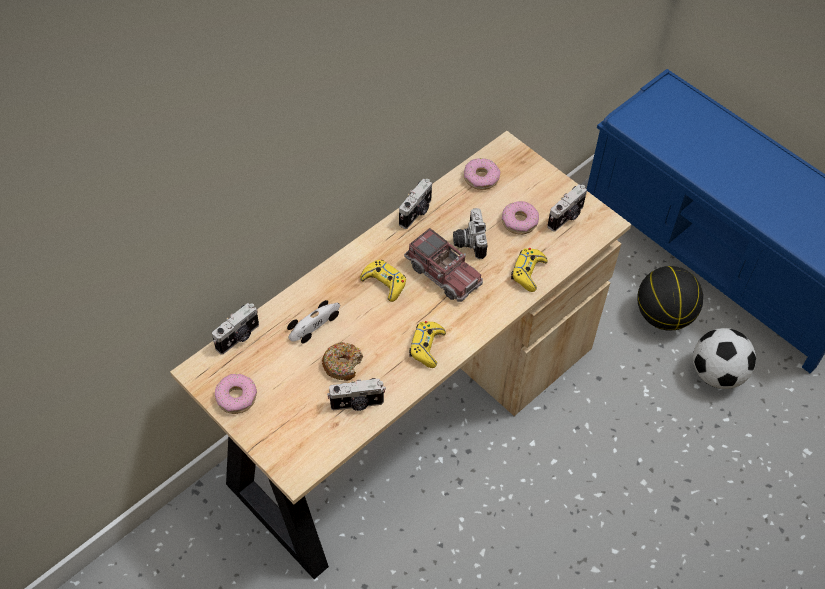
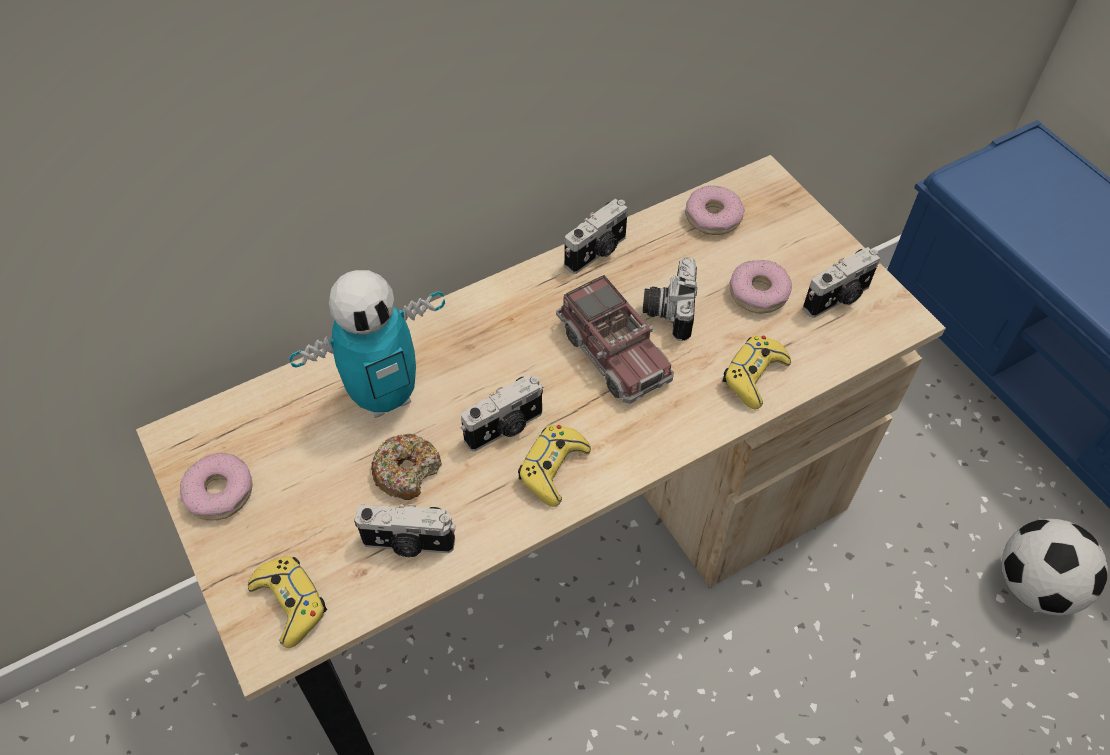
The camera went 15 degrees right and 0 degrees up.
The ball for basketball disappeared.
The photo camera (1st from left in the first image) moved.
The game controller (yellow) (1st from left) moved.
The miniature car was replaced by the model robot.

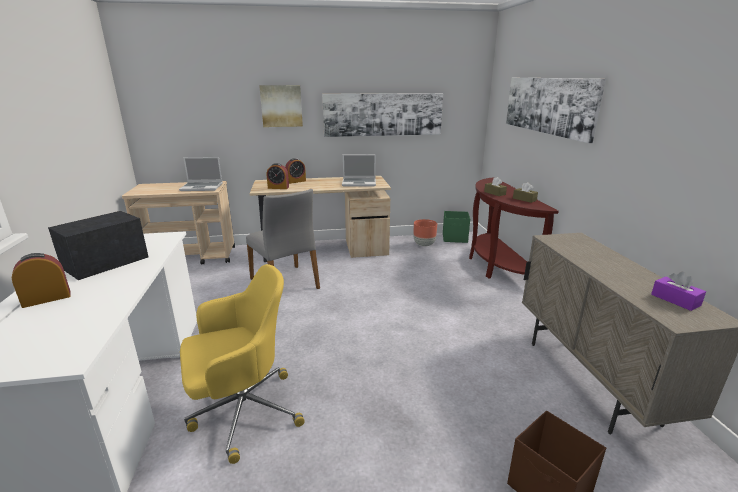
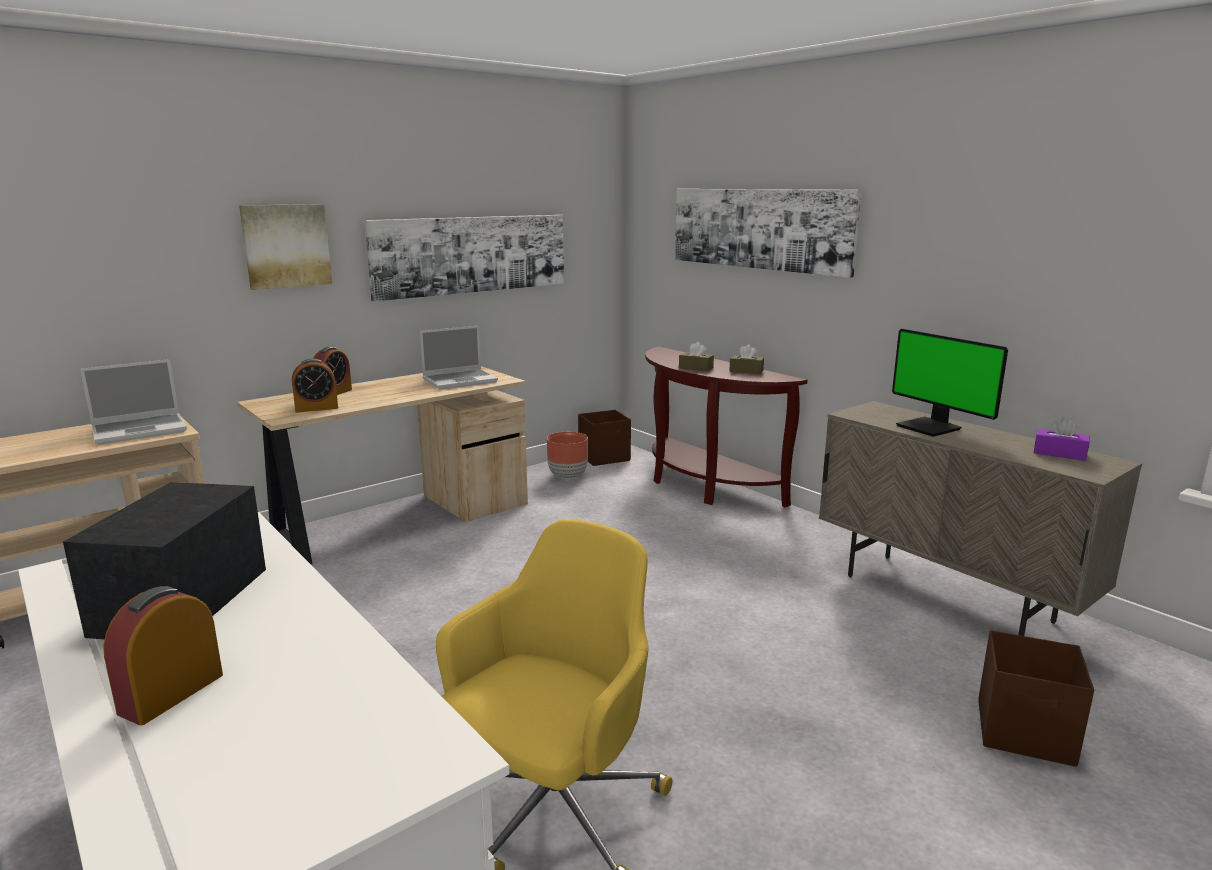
The camera went 30 degrees left and 5 degrees down.
The plain chair (greyish) disappeared.
The monitor appeared.
The storage box (green) became the storage box (brown) (1st from left).

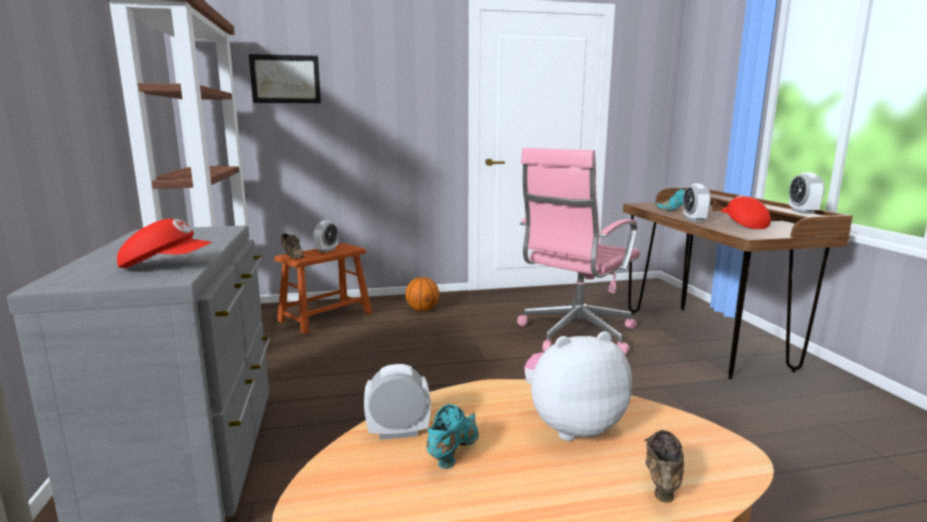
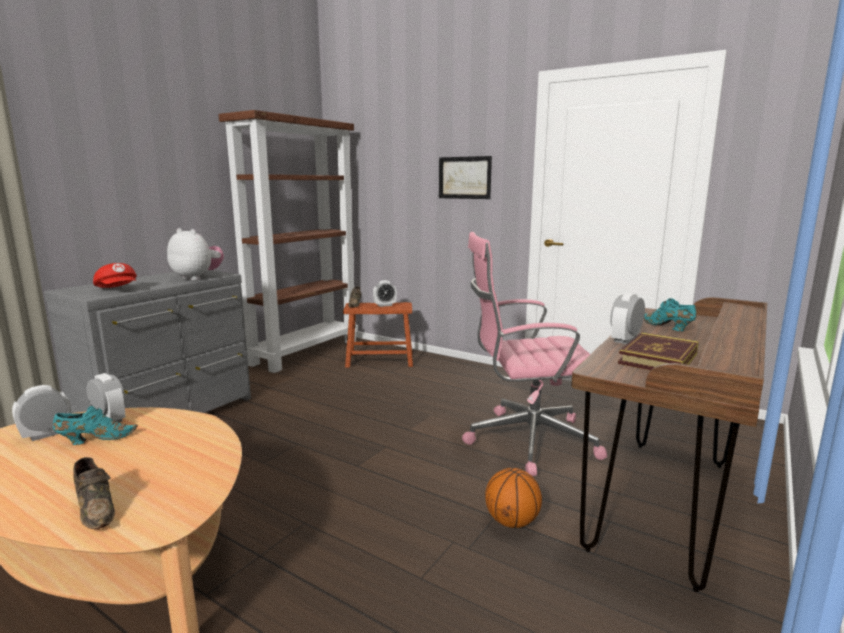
The camera went 45 degrees right and 0 degrees up.
The wall art moved.
The ball for basketball moved.
The cuddly toy moved.
The table clock (4th from left in the first image) moved.
The baseball cap (red) (2nd from left) was replaced by the bound book.
The item of footwear (brown) (2nd from left in the first image) turned 75 degrees clockwise.

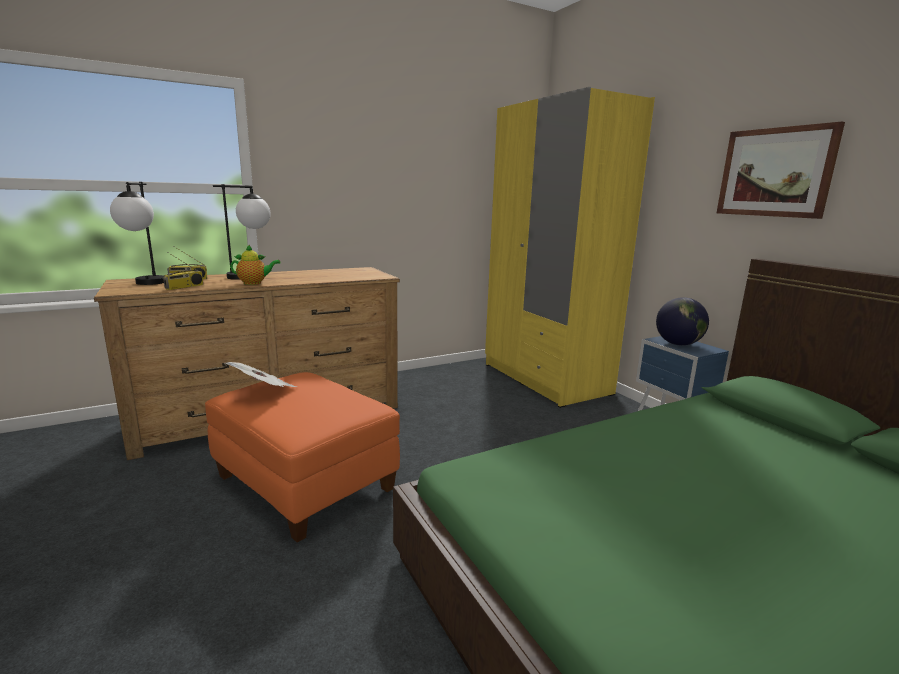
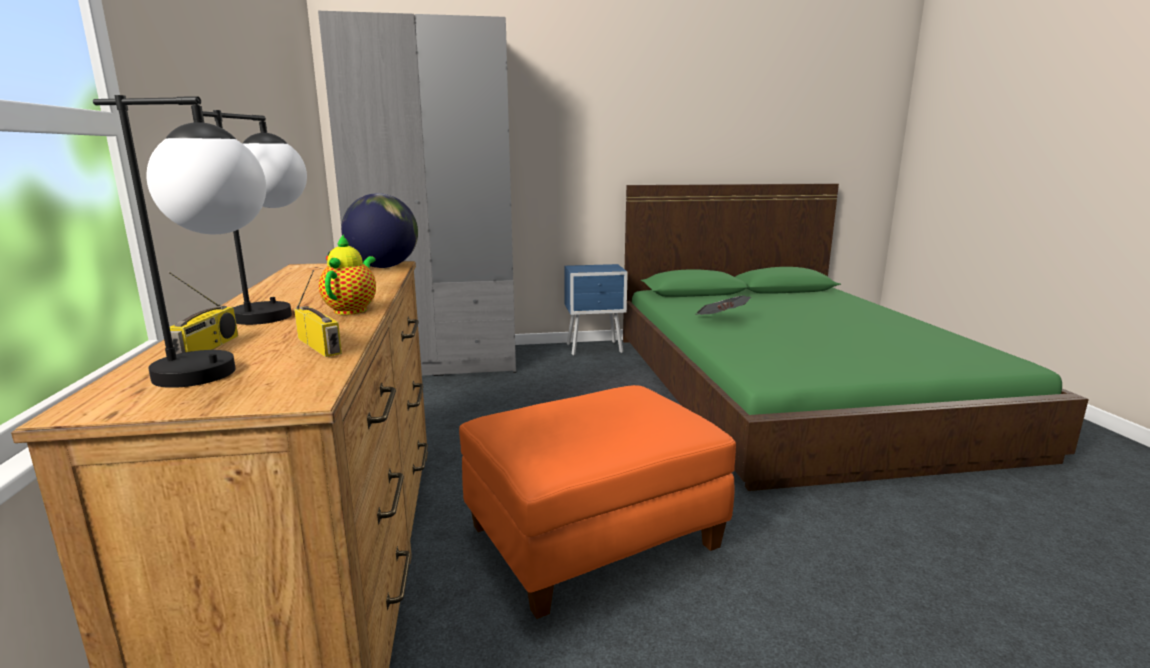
The camera went 70 degrees left and 0 degrees up.
The wall art disappeared.
The printed paper moved.
The world globe moved.
The clothes cupboard (yellow) became the clothes cupboard (greyish).

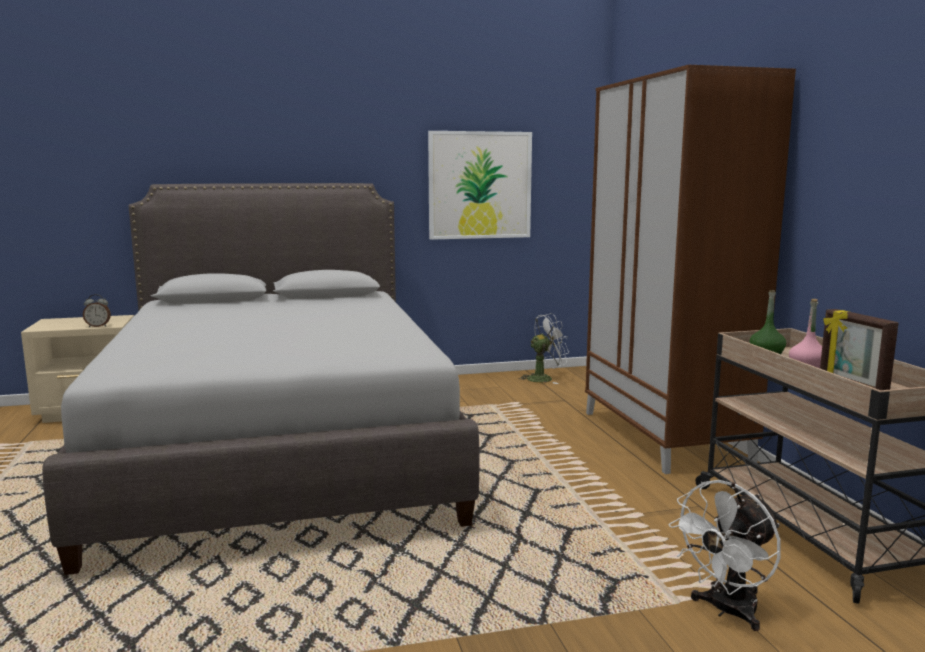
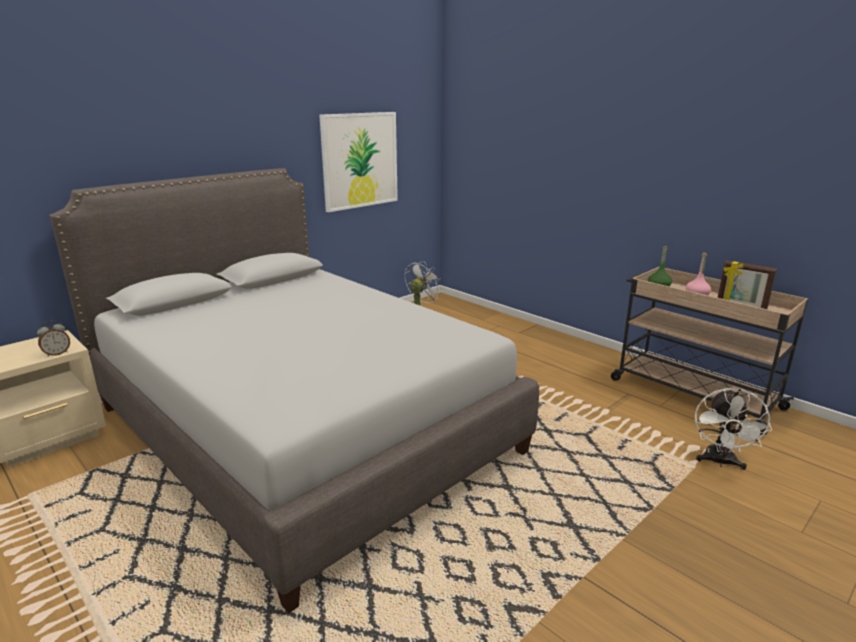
The camera went 30 degrees left and 10 degrees up.
The clothes cupboard (brown) disappeared.

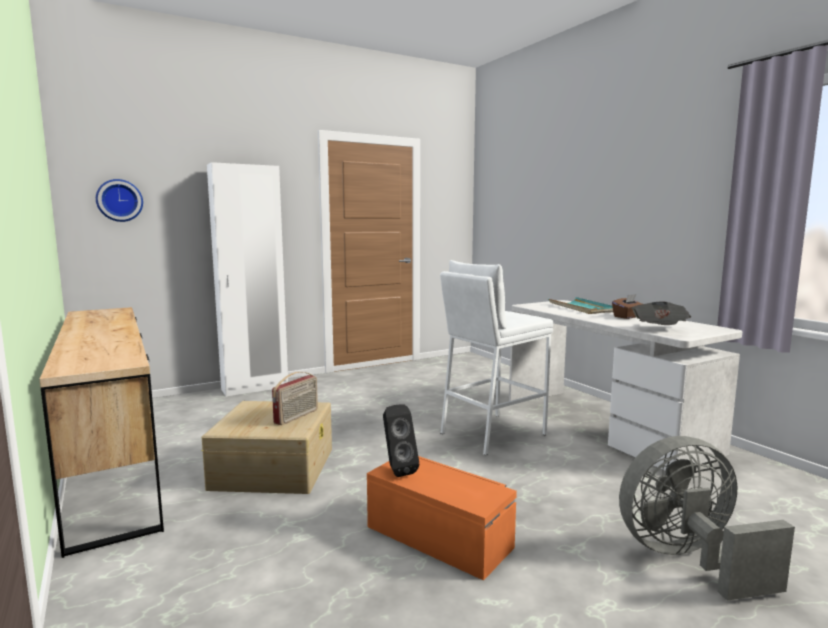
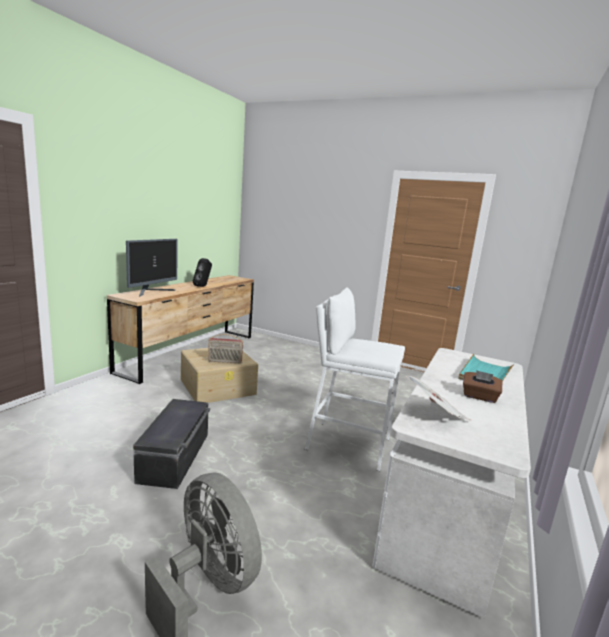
The camera went 55 degrees right and 5 degrees up.
The wall clock disappeared.
The clothes cupboard (white) disappeared.
The monitor appeared.
The loudspeaker (black) moved.
The storage box (orange) became the storage box (black).

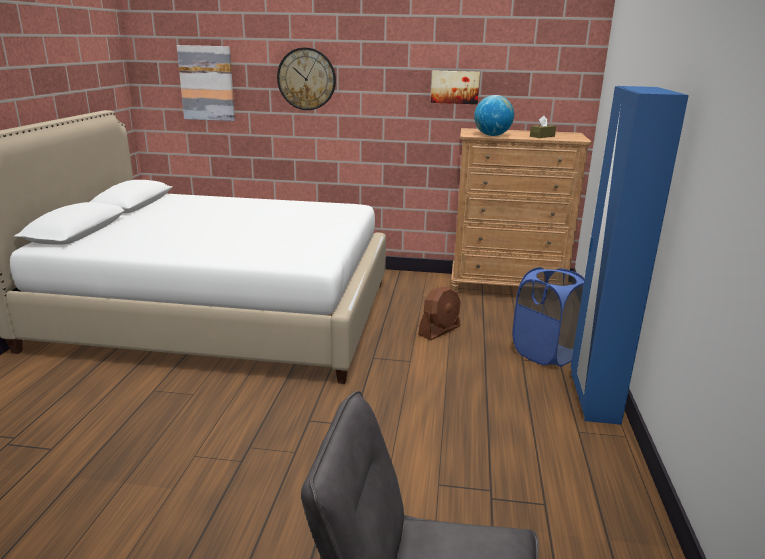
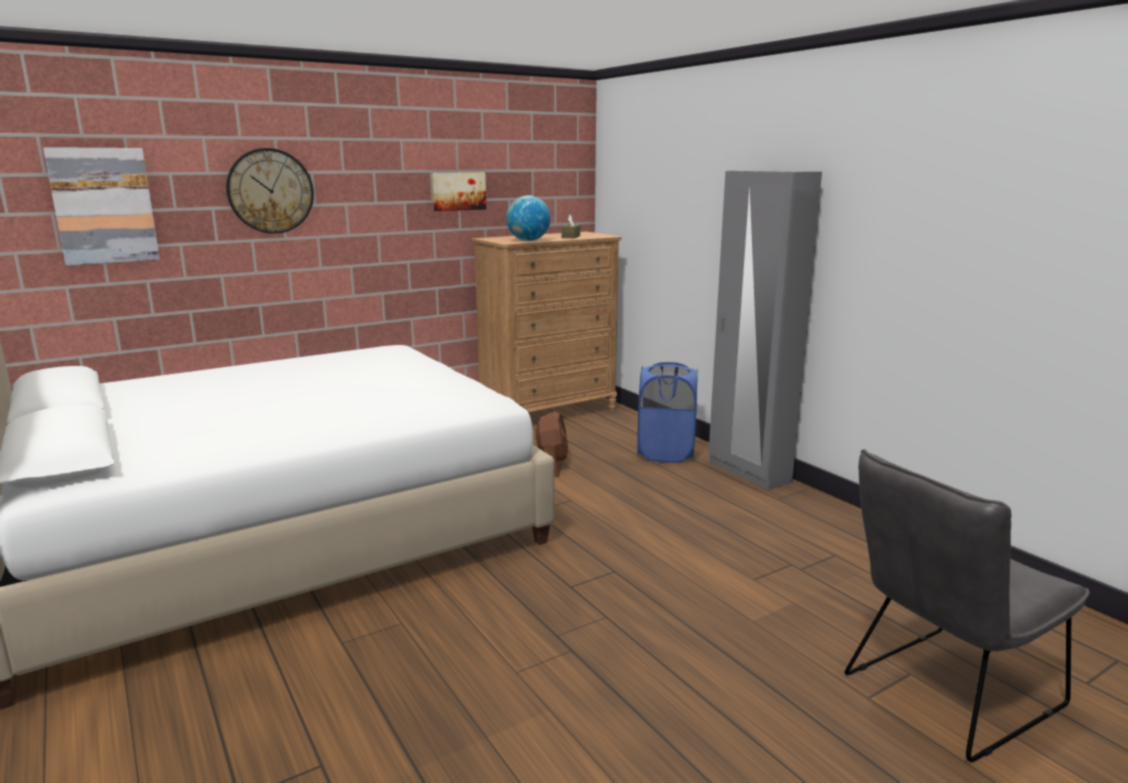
The camera went 40 degrees left and 5 degrees down.
The clothes cupboard (bluish) became the clothes cupboard (greyish).

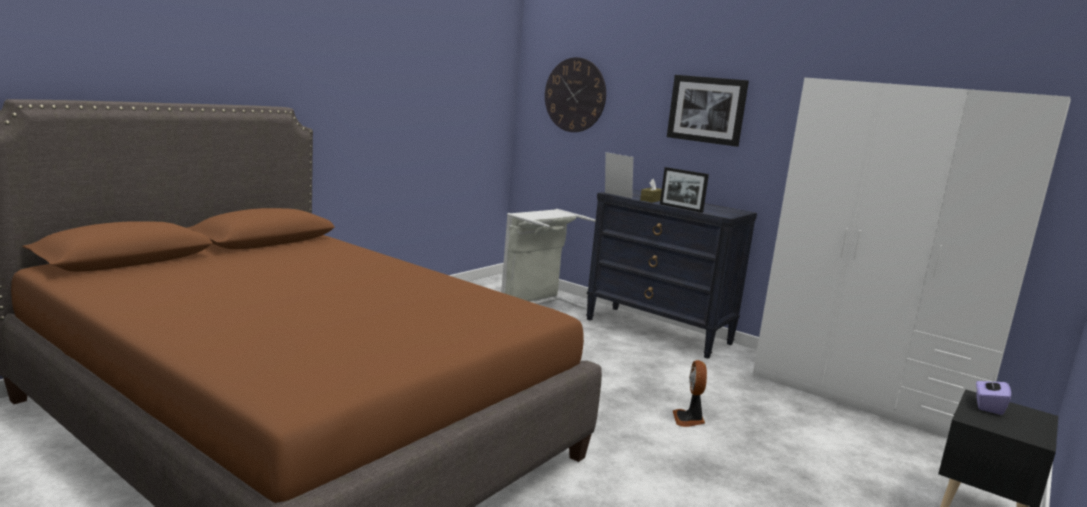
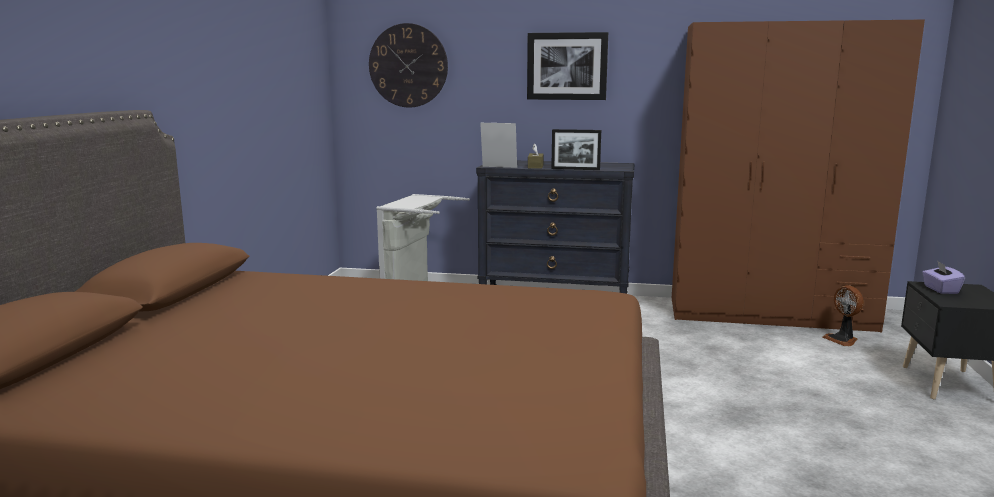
The camera went 25 degrees left and 0 degrees up.
The electric fan moved.
The clothes cupboard (white) became the clothes cupboard (brown).

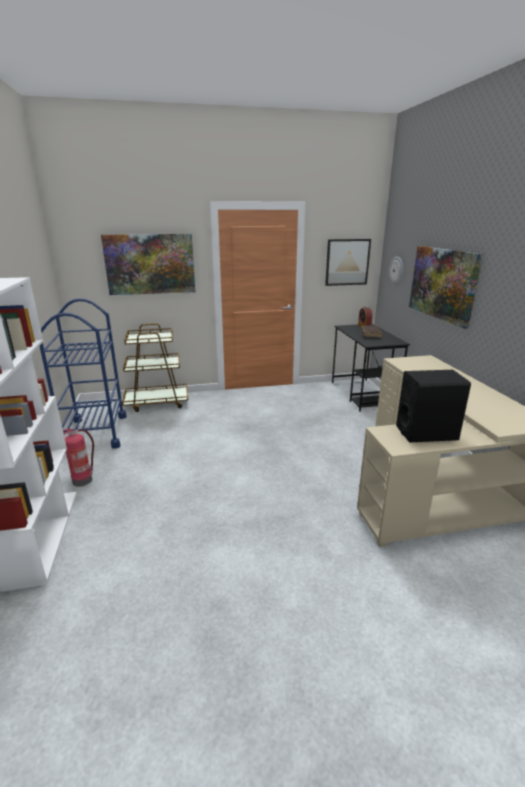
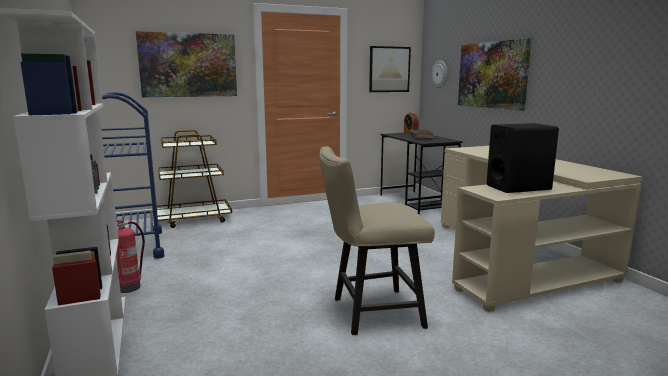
The camera went 10 degrees left and 10 degrees down.
The plain chair (beige-coloured) appeared.

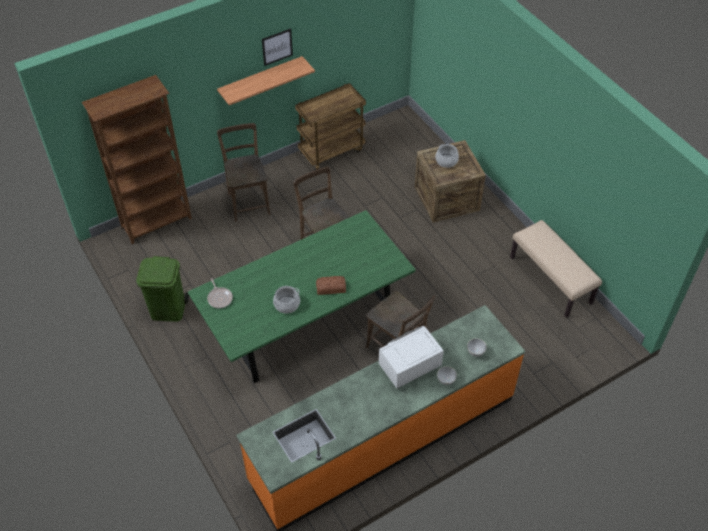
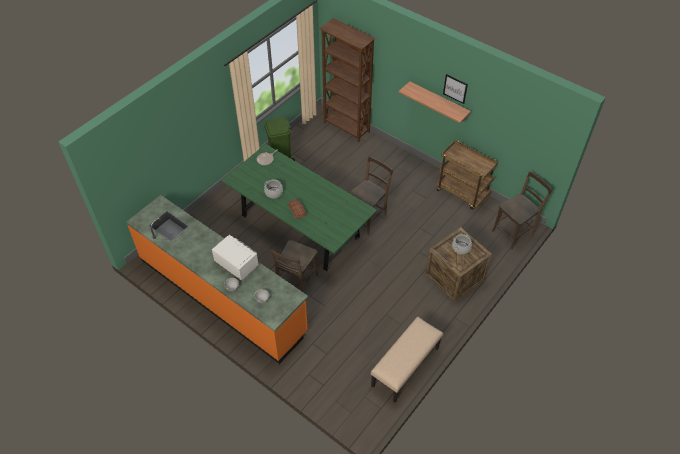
The camera went 70 degrees right and 0 degrees up.
The plain chair (brown) (1st from left in the first image) moved.

